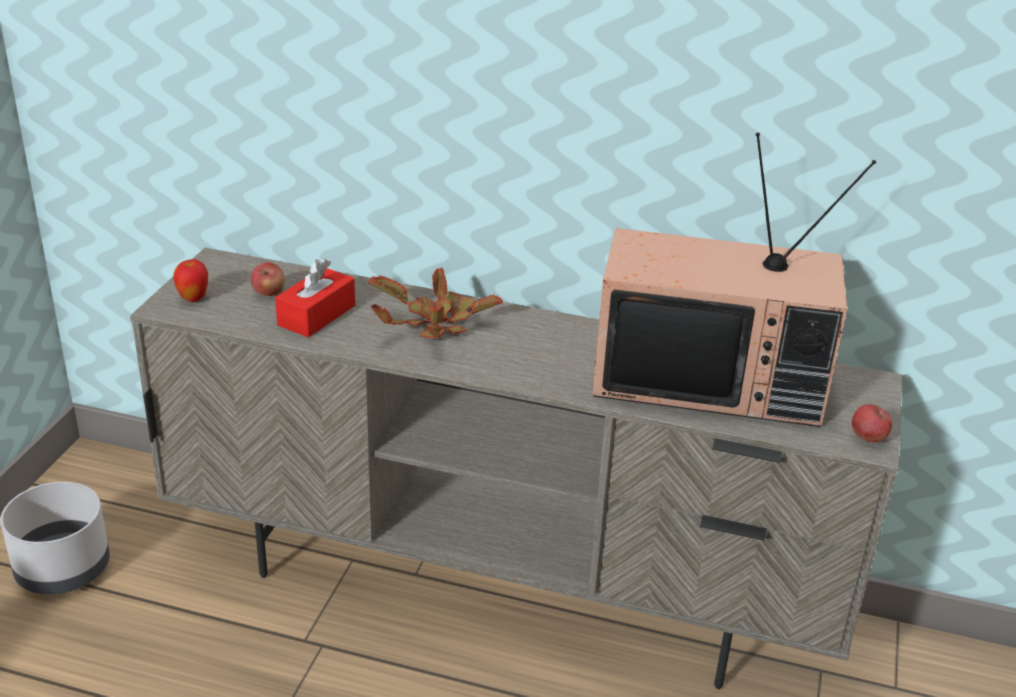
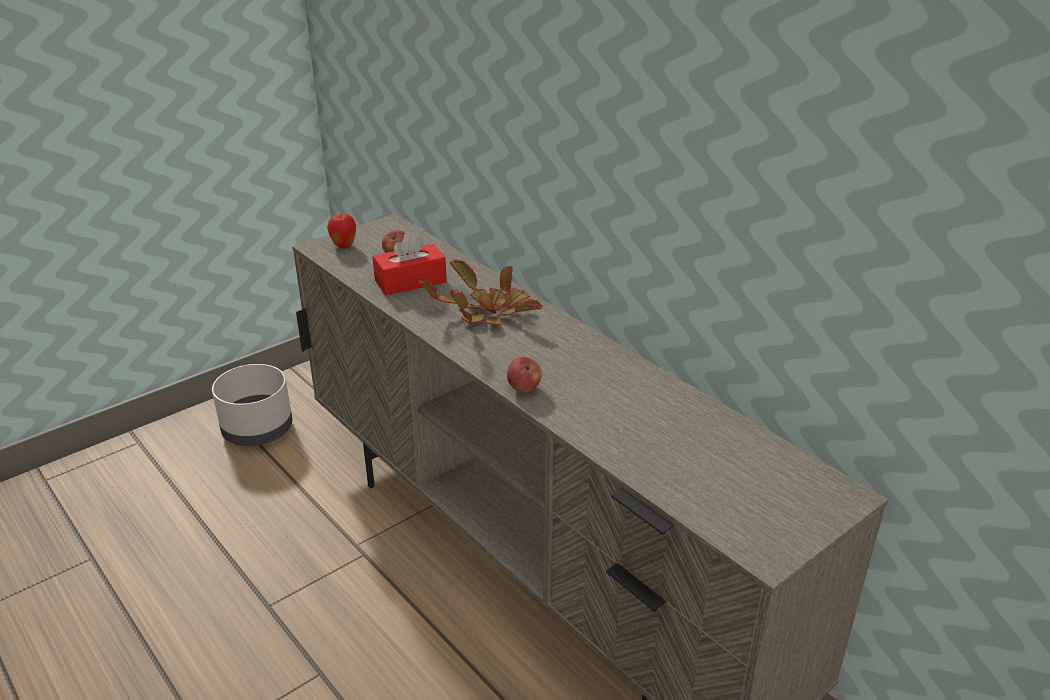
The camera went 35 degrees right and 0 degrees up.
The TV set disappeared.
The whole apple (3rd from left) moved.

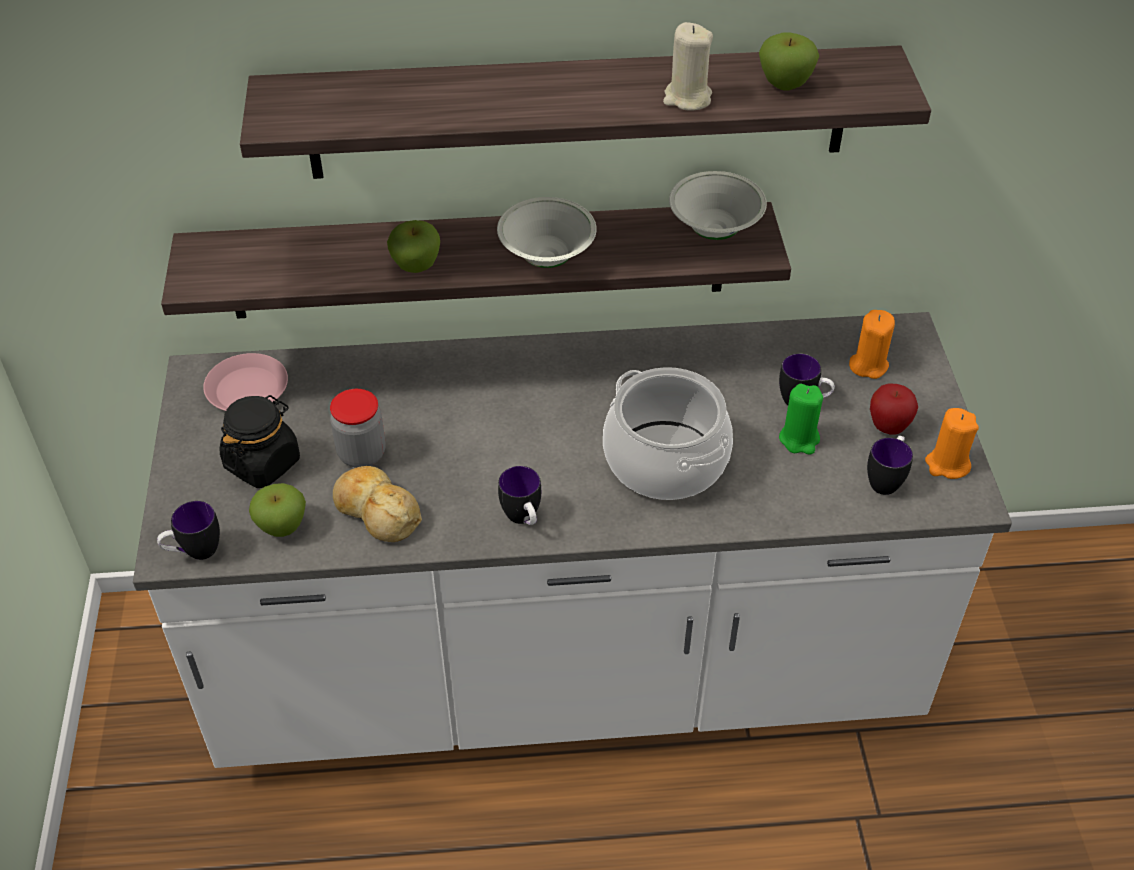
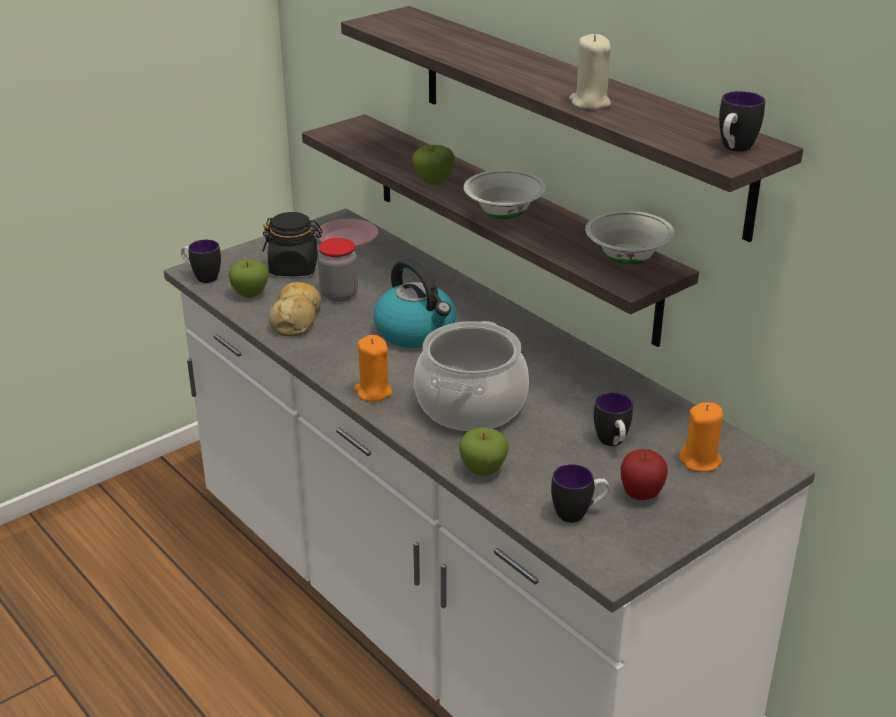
The camera went 55 degrees right and 15 degrees down.
The wax light (green) disappeared.
The water kettle appeared.
The mug (2nd from left in the first image) moved.
The whole apple (3rd from left) moved.
The wax light (orange) (2nd from left in the first image) moved.

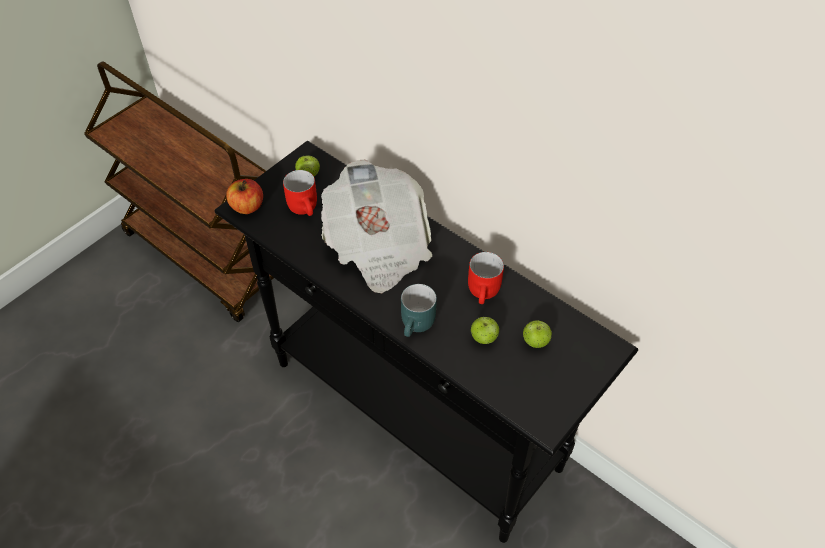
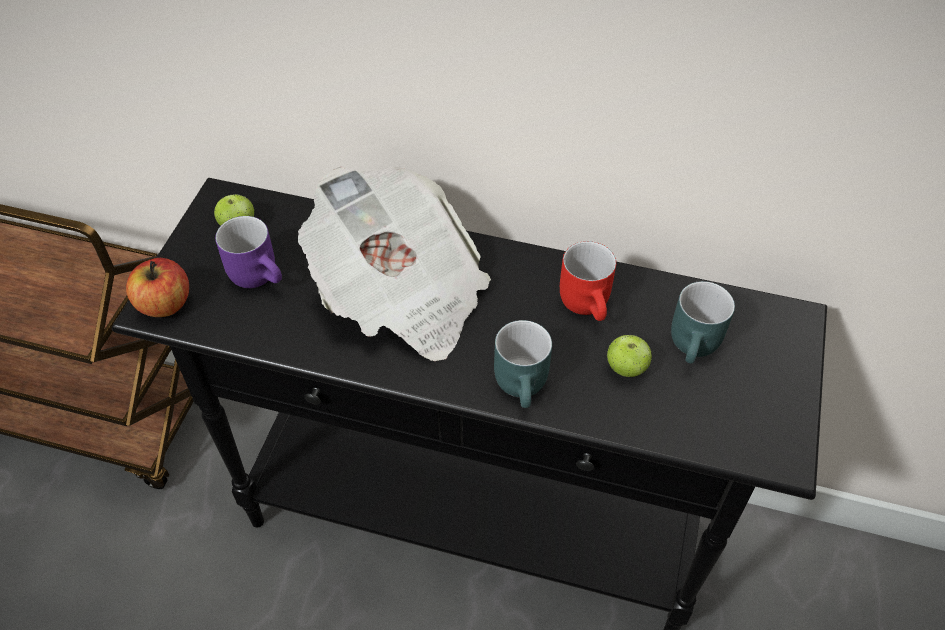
The camera went 25 degrees left and 0 degrees up.
The whole apple (4th from left) was replaced by the mug (blue-green) (2nd from left).
The mug (red) (1st from left) became the mug (purple-coloured).

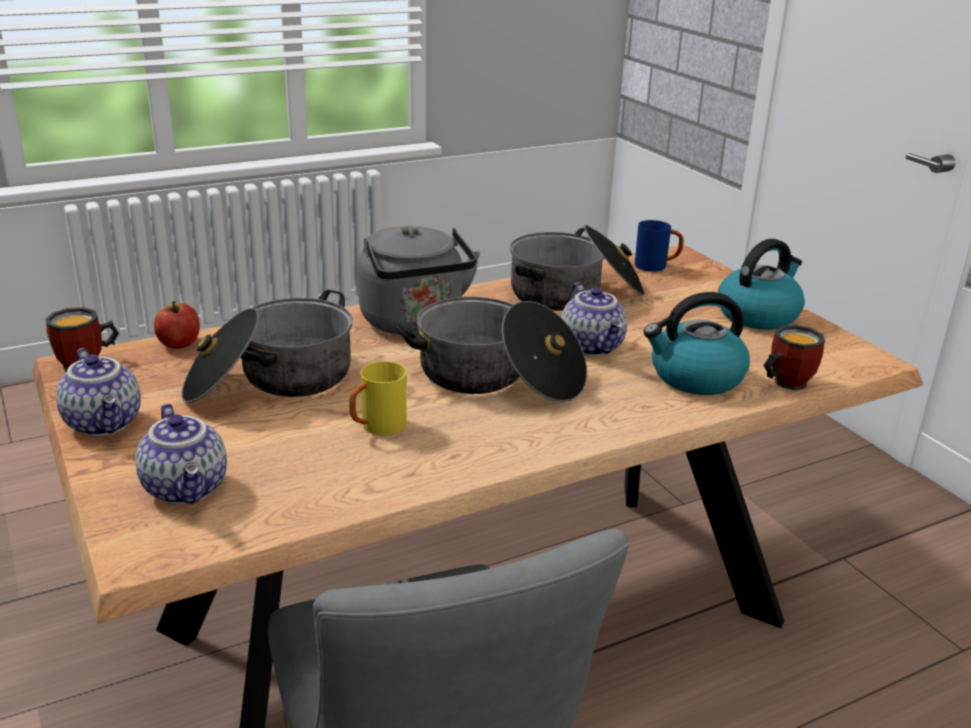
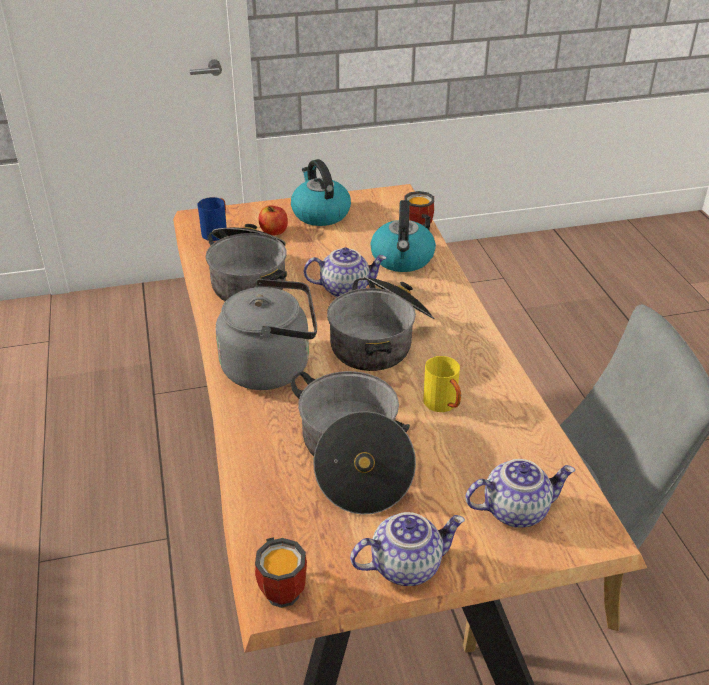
The camera went 75 degrees left and 10 degrees up.
The whole apple moved.

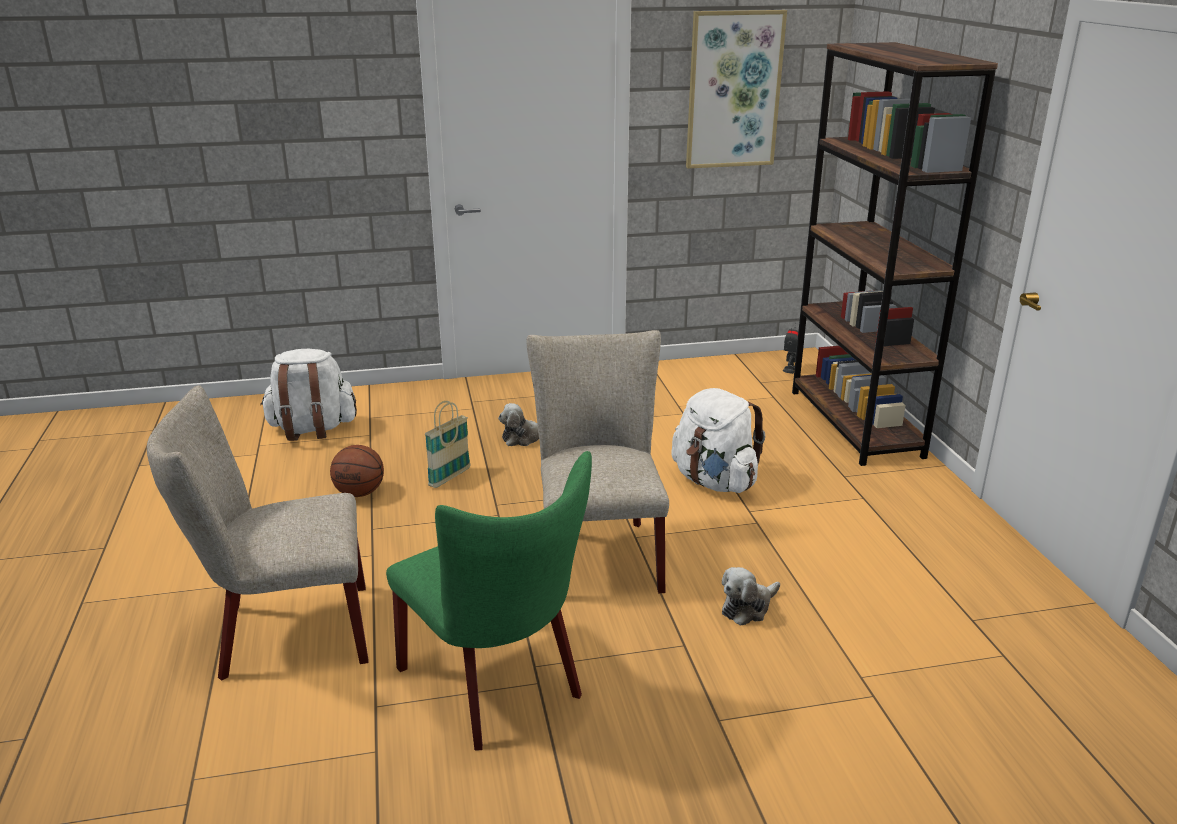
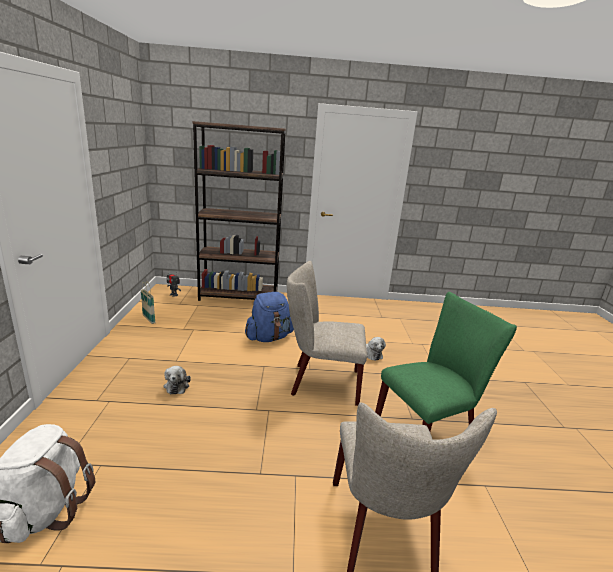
The camera went 80 degrees left and 5 degrees down.
The ball for basketball disappeared.
The wall art disappeared.
The storage basket moved.
The knapsack (white) (2nd from left) became the knapsack (bluish).

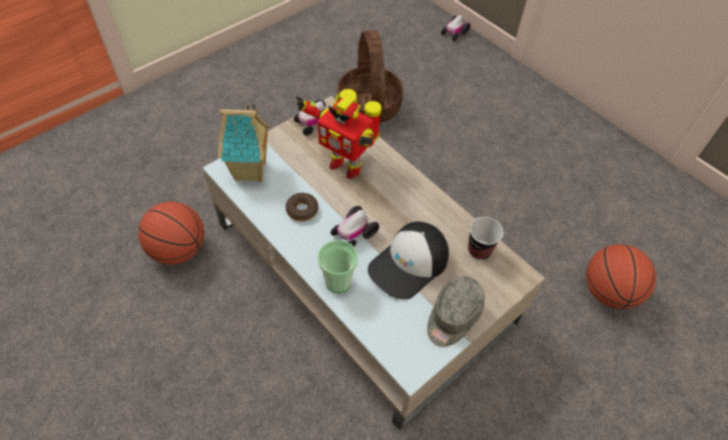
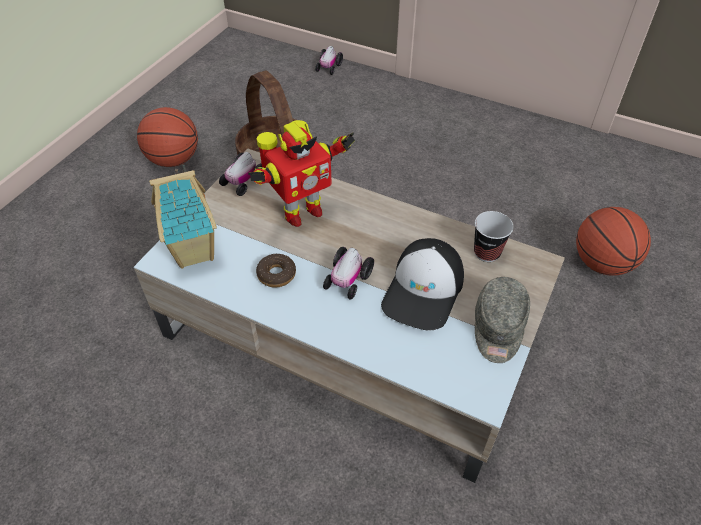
The camera went 20 degrees left and 5 degrees down.
The drinking cup (1st from left) disappeared.
The ball for basketball (1st from left) moved.
The model robot turned 45 degrees counterclockwise.

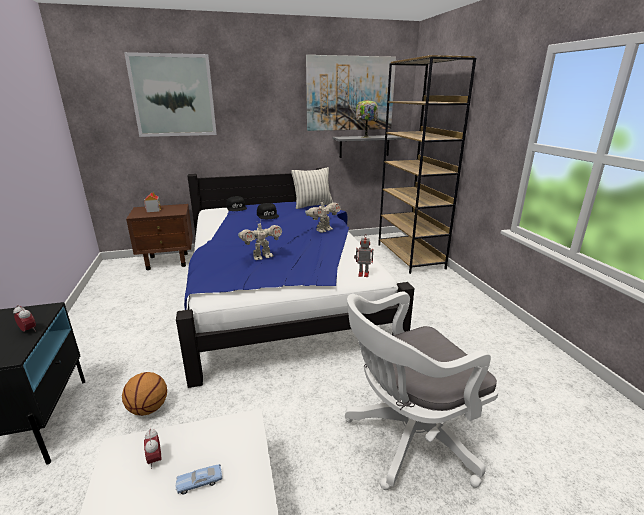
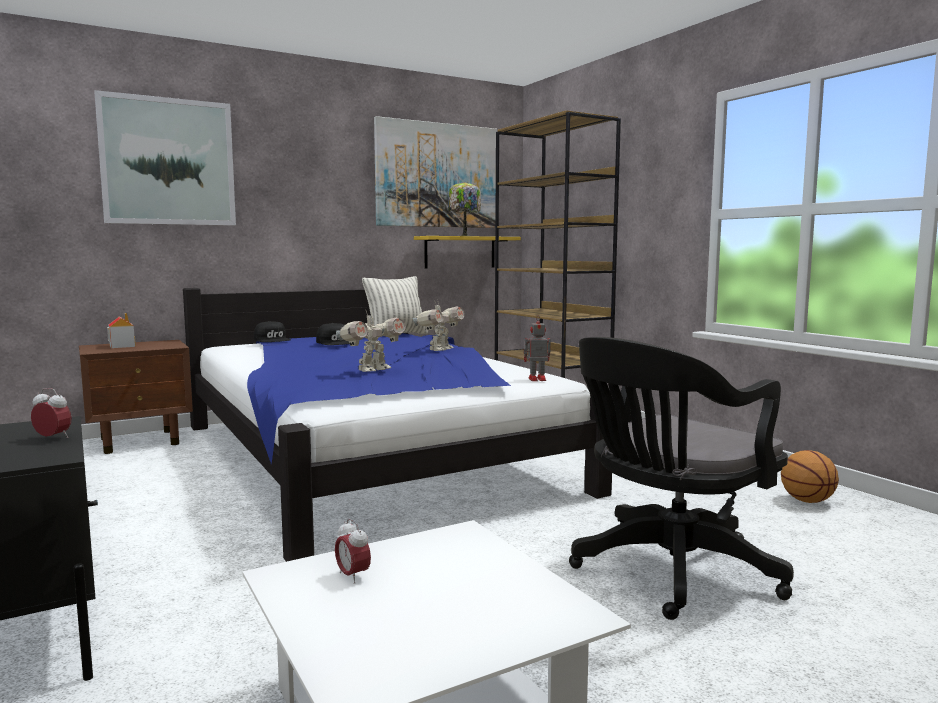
The camera went 15 degrees left and 15 degrees down.
The miniature car (bluish) disappeared.
The ball for basketball moved.
The bracket shelf (greyish) became the bracket shelf (yellow).
The computer chair (white) became the computer chair (black).

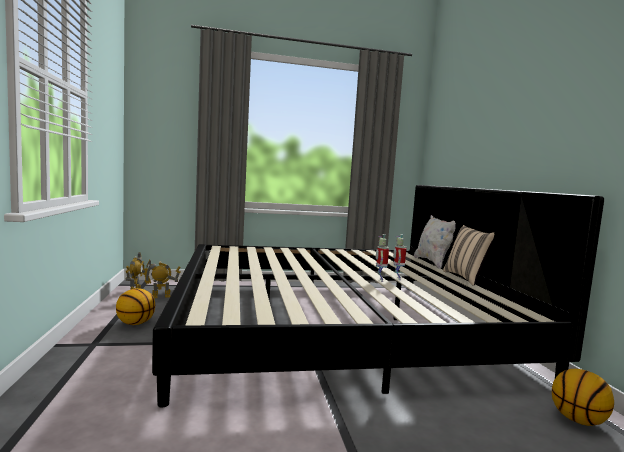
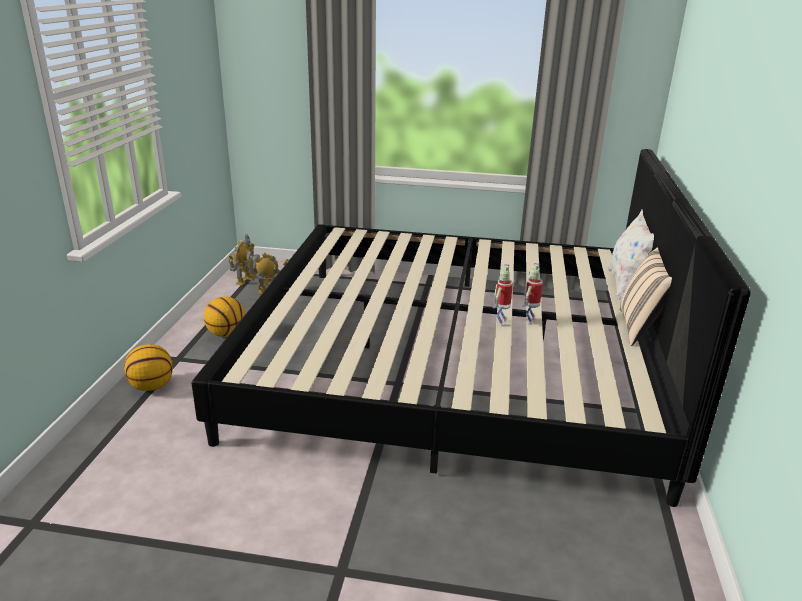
The camera went 20 degrees right and 20 degrees up.
The ball for basketball (2nd from left in the first image) moved.

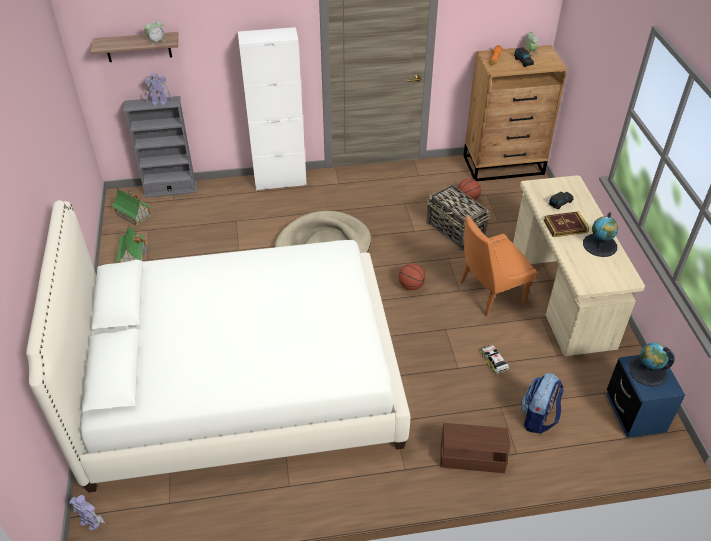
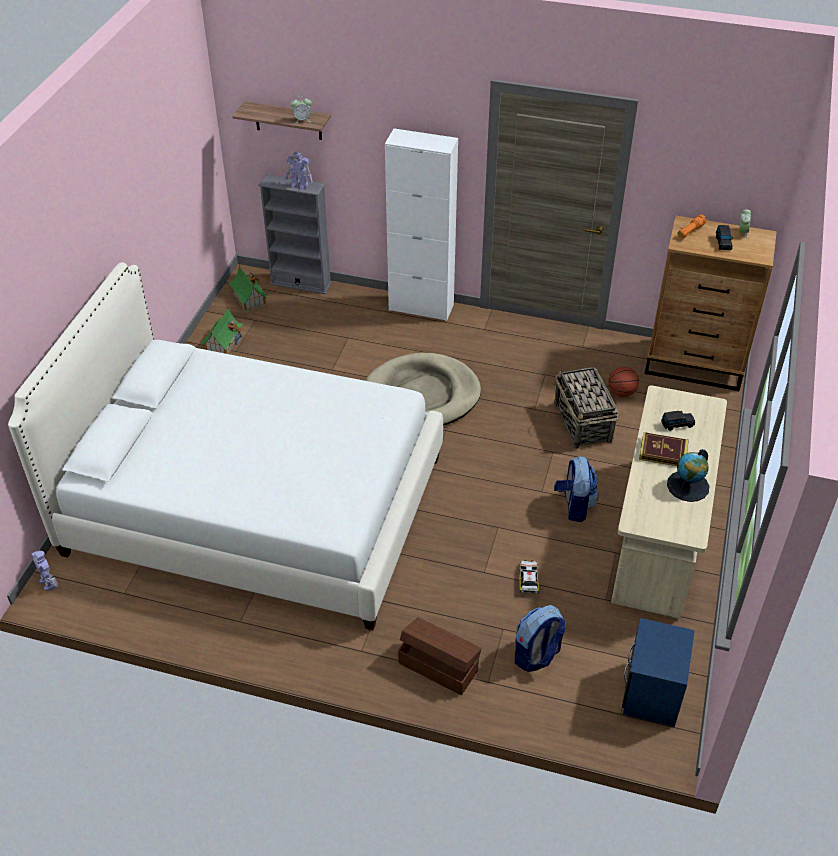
The camera went 25 degrees right and 0 degrees up.
The ball for basketball (1st from left) disappeared.
The world globe (2nd from left) disappeared.
The plain chair (orange) was replaced by the knapsack (2nd from left).

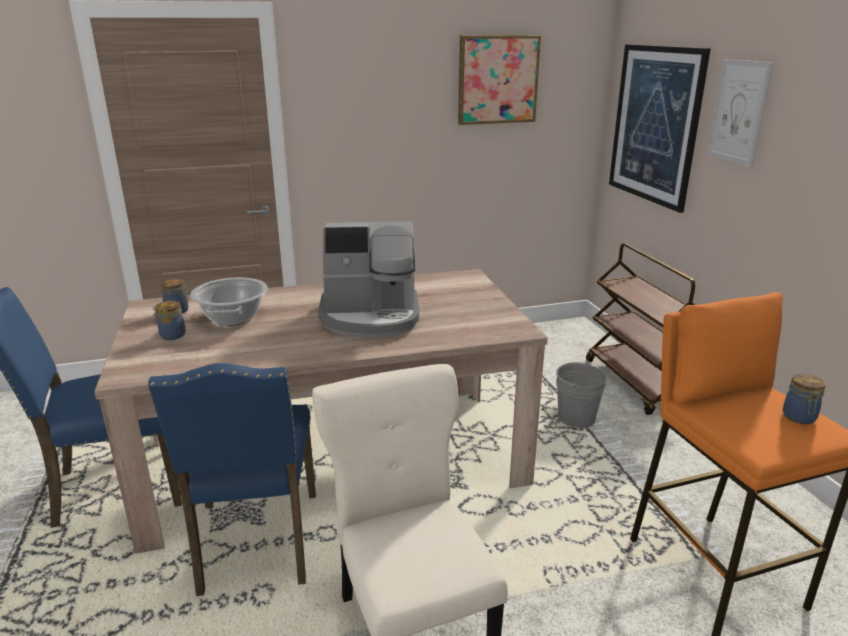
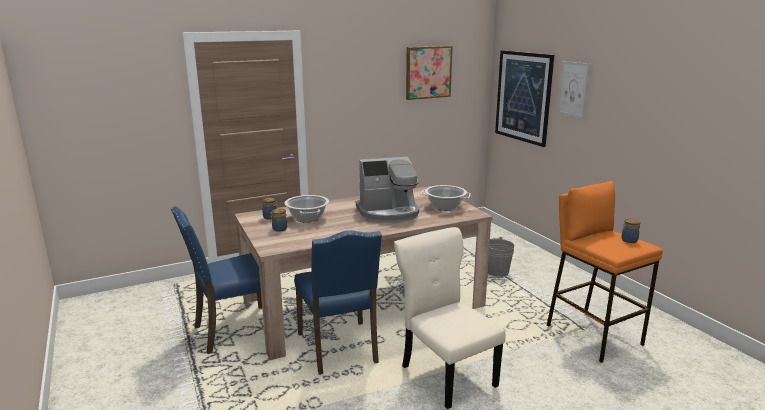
The camera went 10 degrees left and 5 degrees down.
The trolley (brown) disappeared.
The saucepot (2nd from left) appeared.

